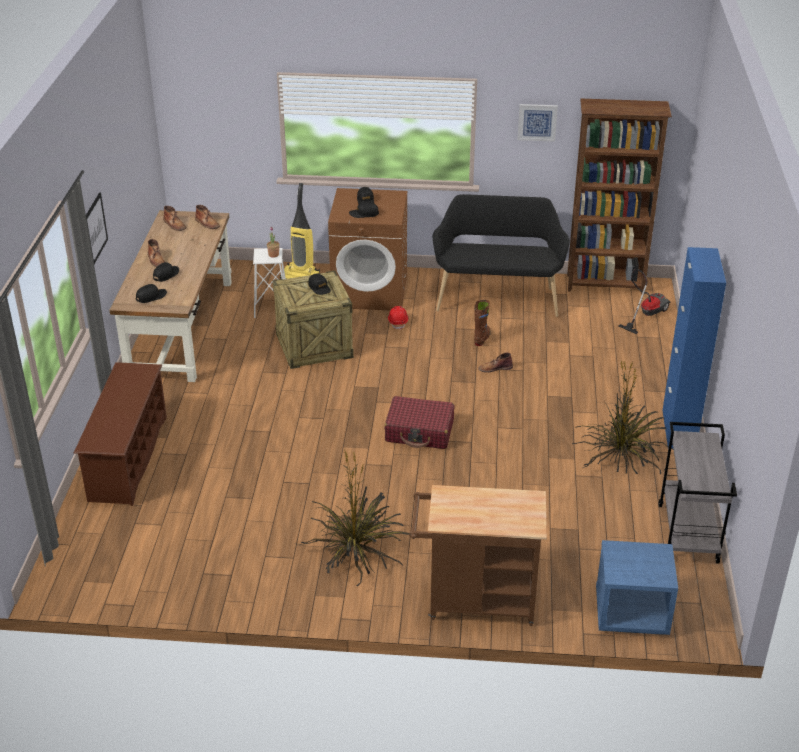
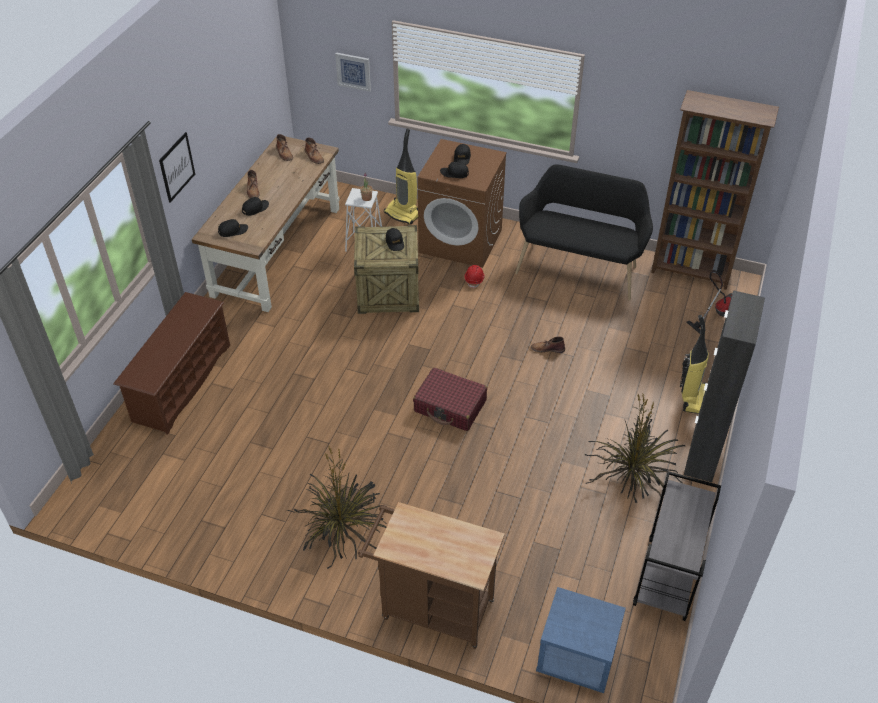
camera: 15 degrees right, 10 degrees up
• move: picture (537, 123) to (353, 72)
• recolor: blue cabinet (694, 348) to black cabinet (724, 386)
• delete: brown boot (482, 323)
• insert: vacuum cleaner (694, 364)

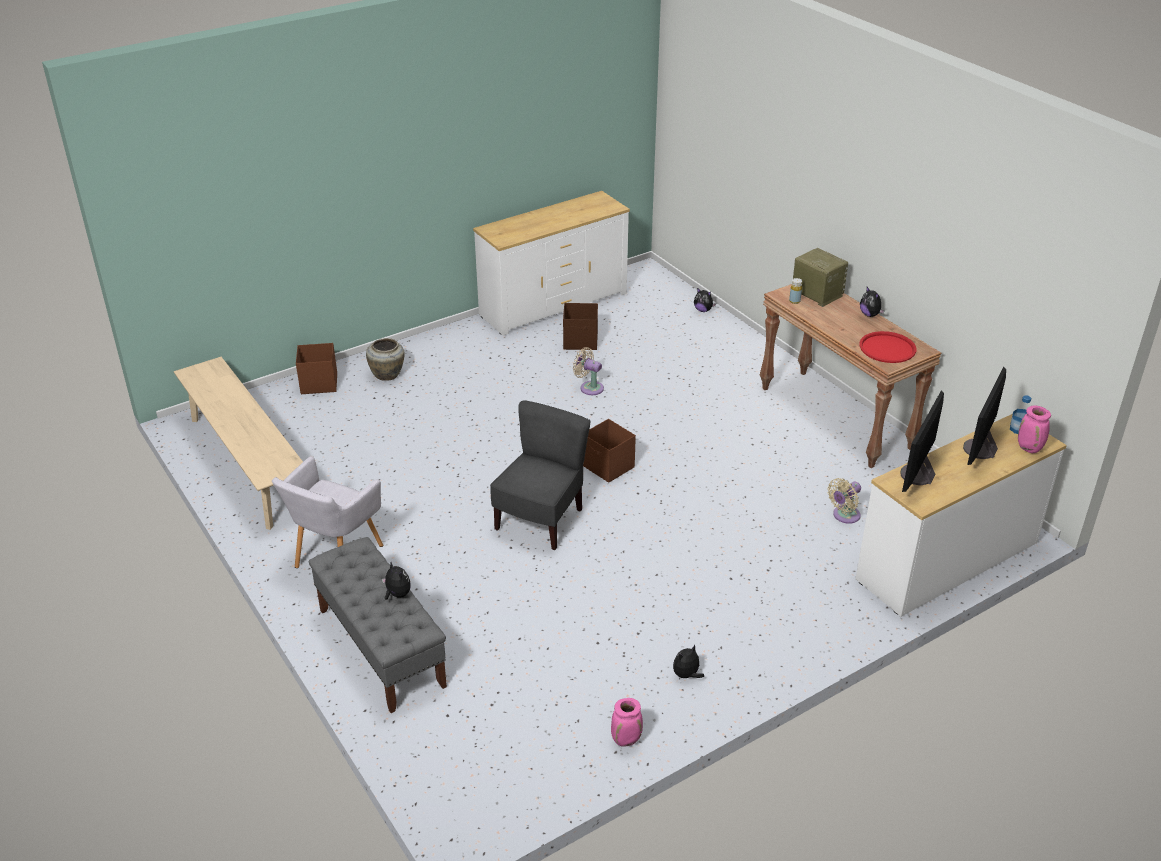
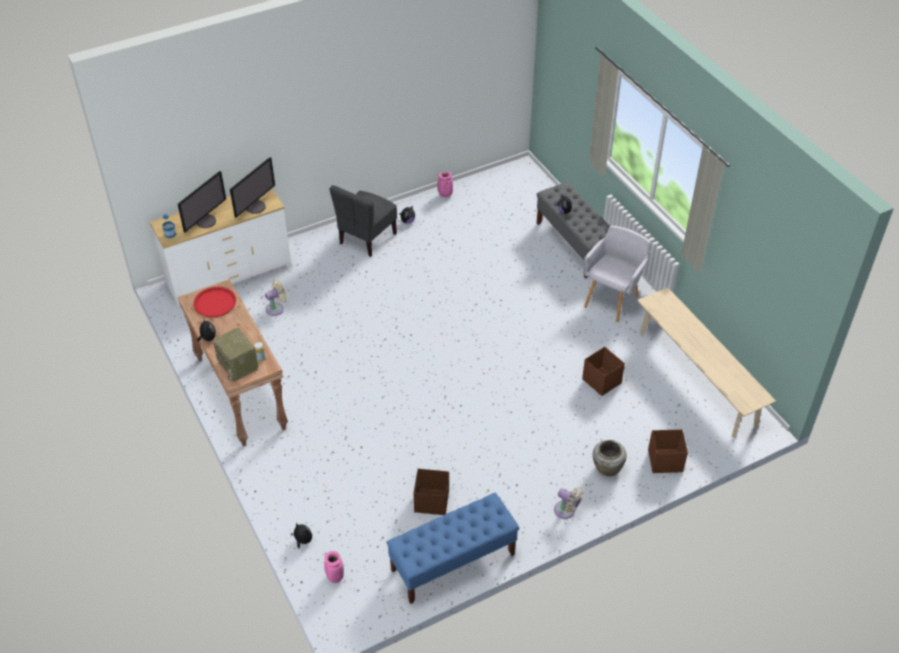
camera: 175 degrees left, 10 degrees up
• replace: white dresser (551, 263) to blue bench (452, 548)
• move: beige fan (588, 371) to (569, 503)
• move: grey chair (540, 475) to (363, 221)
• move: pink vase (1034, 429) to (334, 567)
• move: brown storage box (609, 451) to (603, 371)

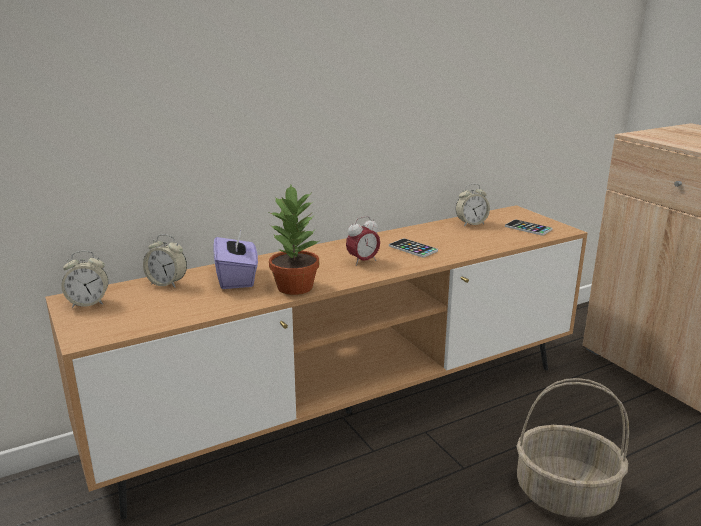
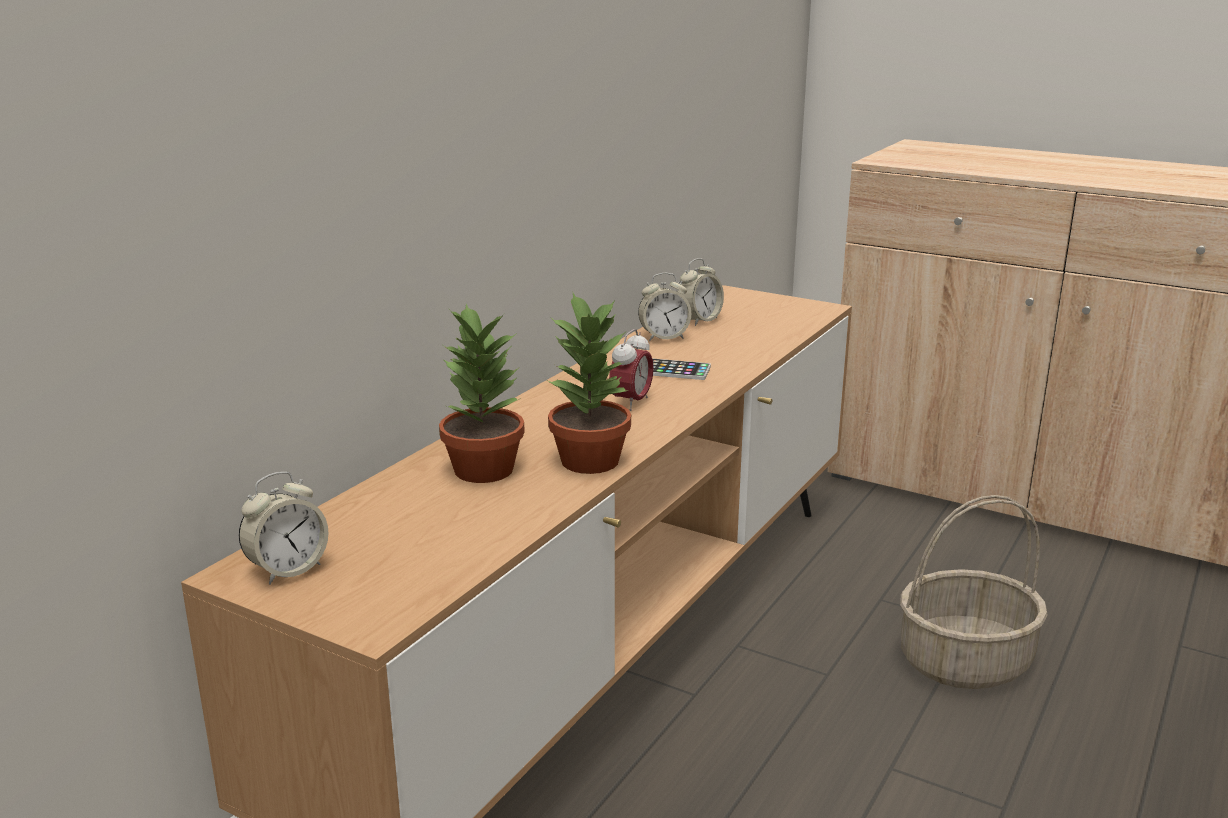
camera: 30 degrees left, 0 degrees up
• delete: phone (528, 227)
• replace: purple tissue box (235, 259) to potted plant (482, 393)
• move: alarm clock (165, 261) to (664, 307)

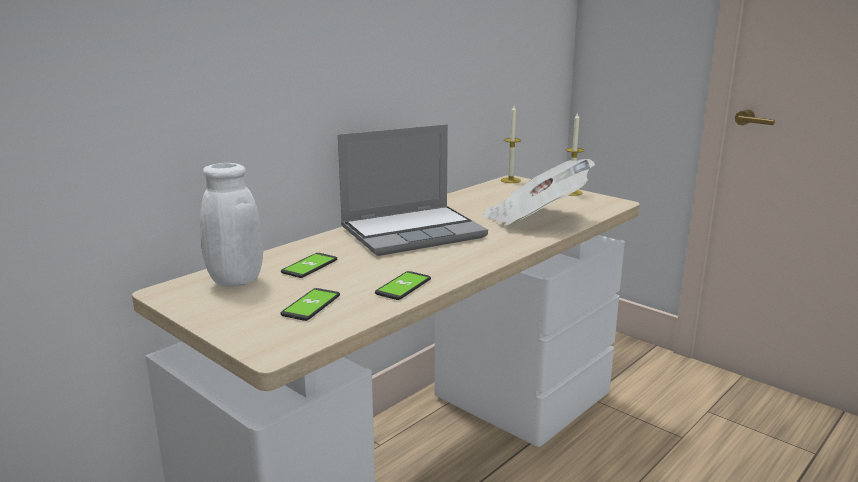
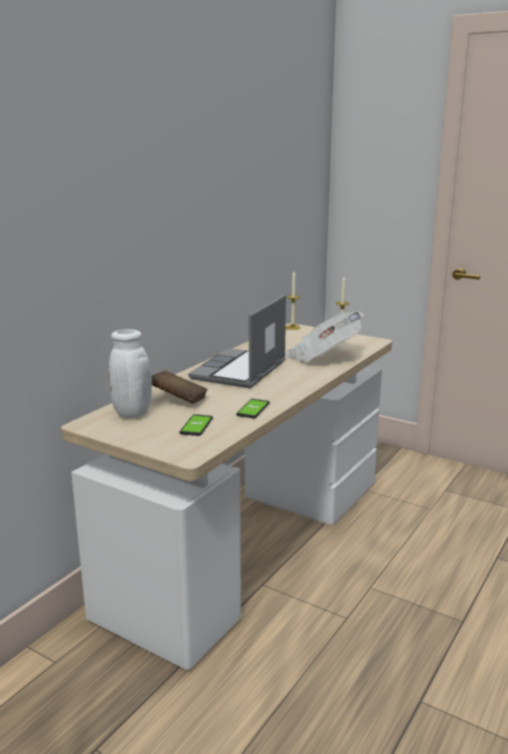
camera: 10 degrees left, 0 degrees up
• rotate: laptop (413, 190) = (237, 341) 150 degrees clockwise
• replace: phone (309, 265) to brown book (180, 387)

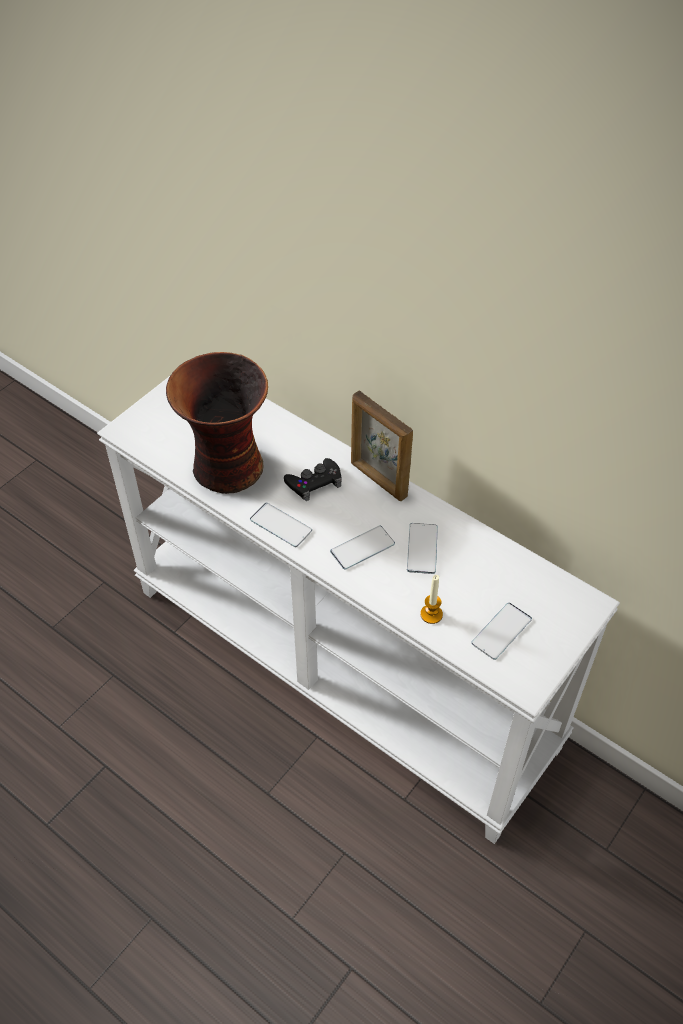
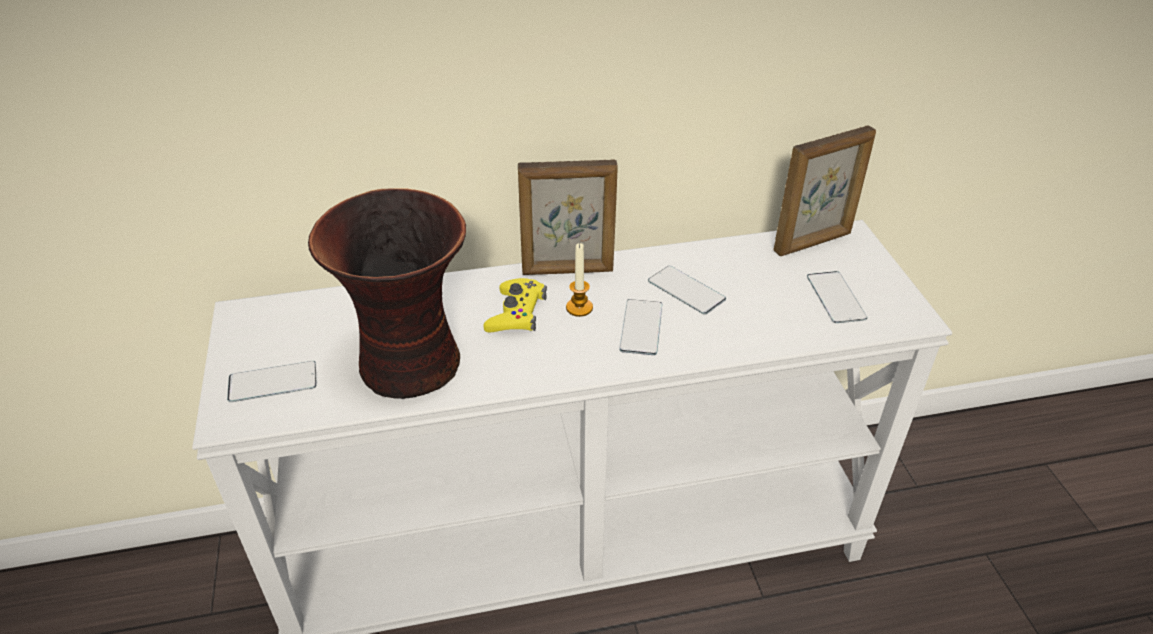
camera: 50 degrees left, 10 degrees down
• recolor: black game controller (312, 479) to yellow game controller (515, 305)
• move: phone (281, 525) to (272, 381)
• move: candle (431, 599) to (579, 280)
• insert: picture frame (825, 191)

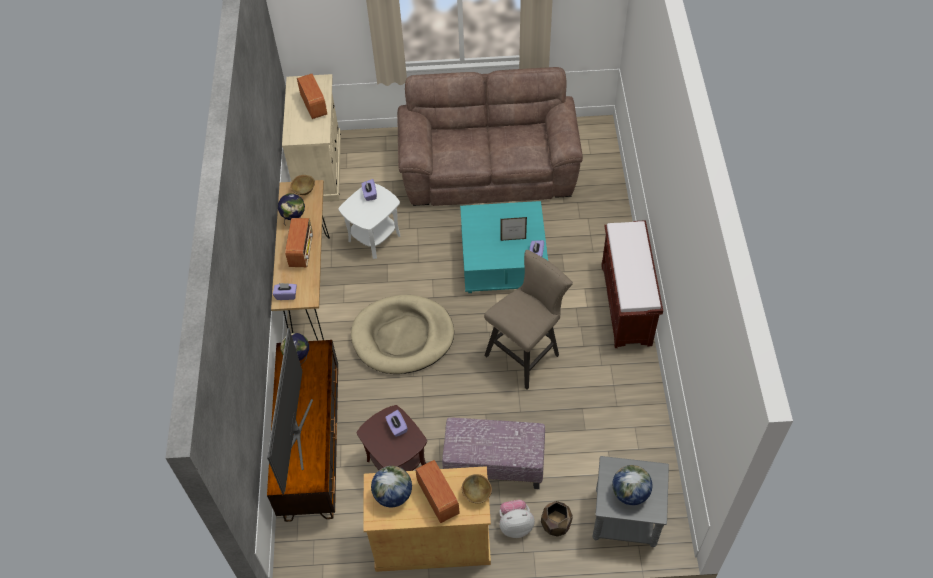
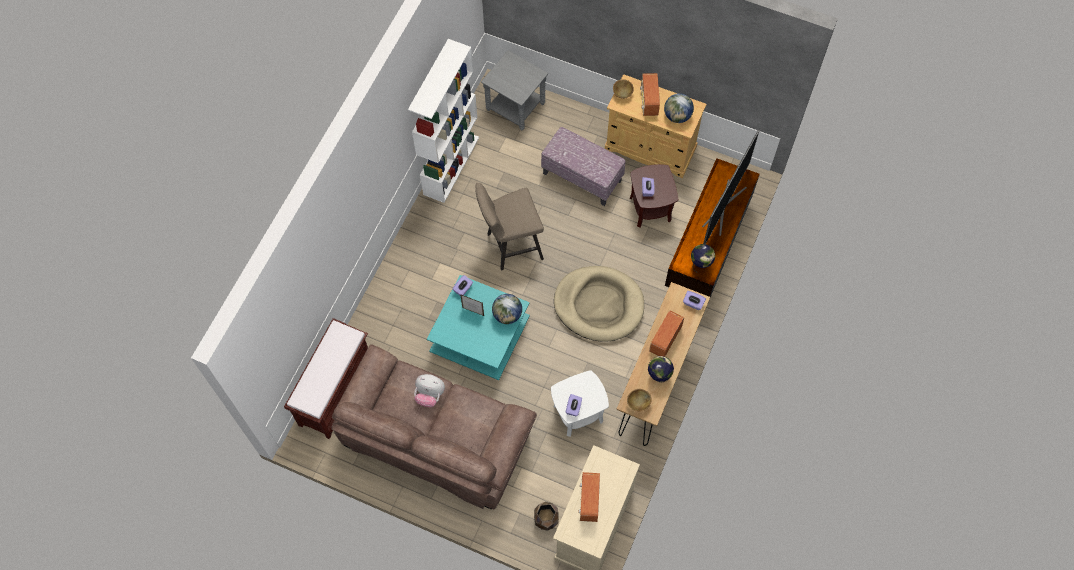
camera: 155 degrees left, 10 degrees up
• move: brown bench (632, 284) to (326, 378)
• move: globe (632, 485) to (507, 309)
• move: plush toy (517, 519) to (429, 390)
• move: brown planter (557, 519) to (546, 516)
• insert: white bookcase (443, 121)

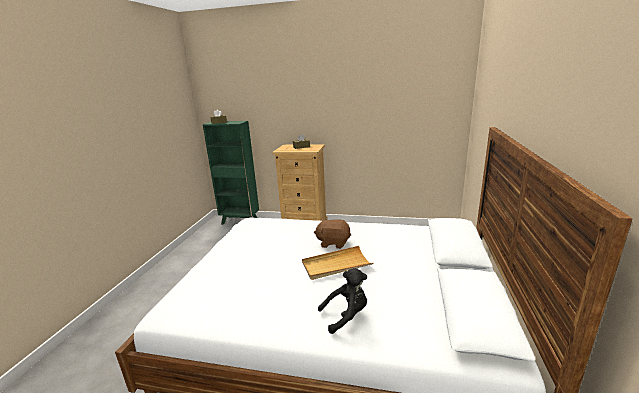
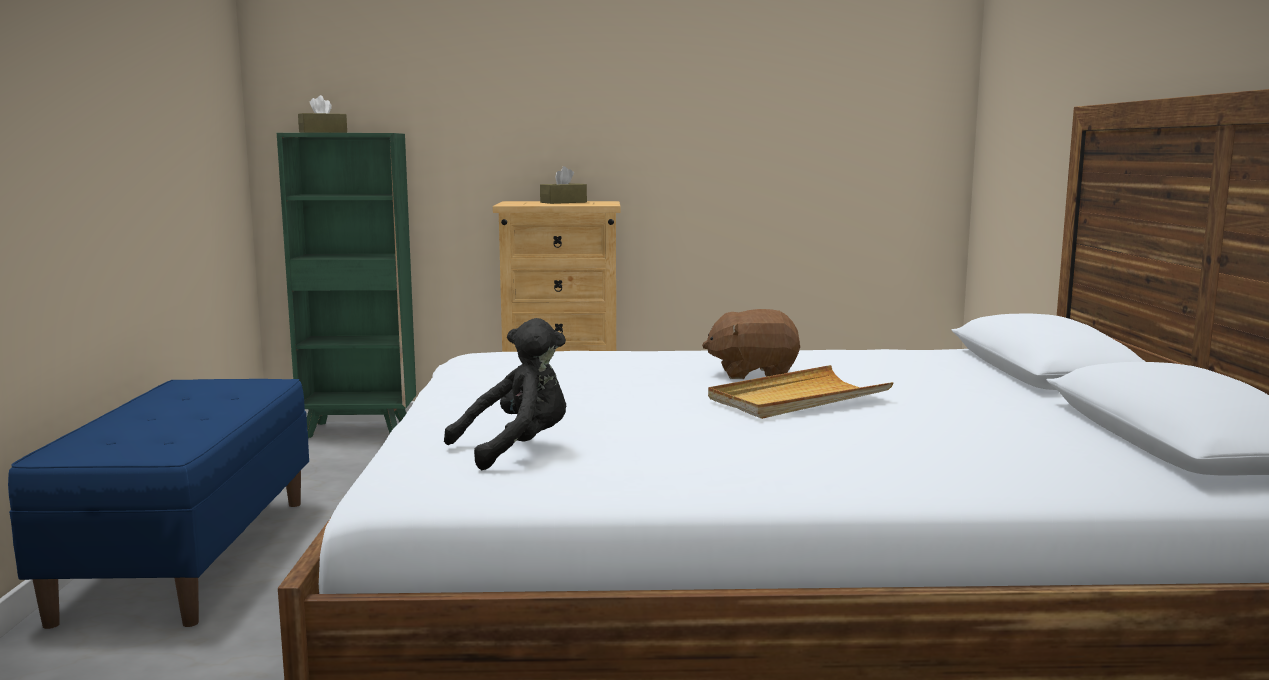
camera: 15 degrees left, 10 degrees down
• move: black plush toy (342, 301) to (505, 394)
• insert: blue bench (158, 504)

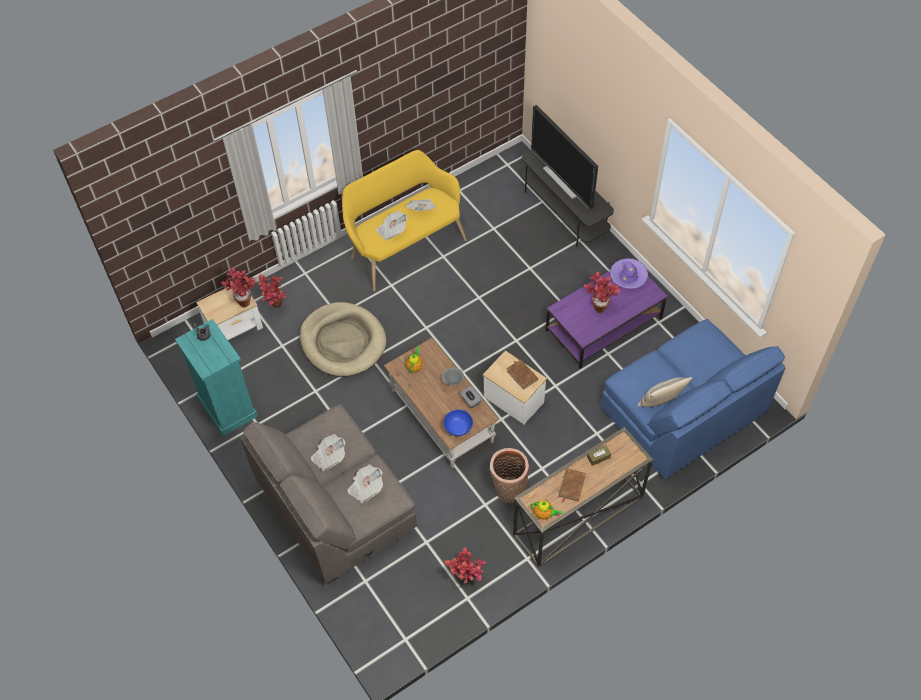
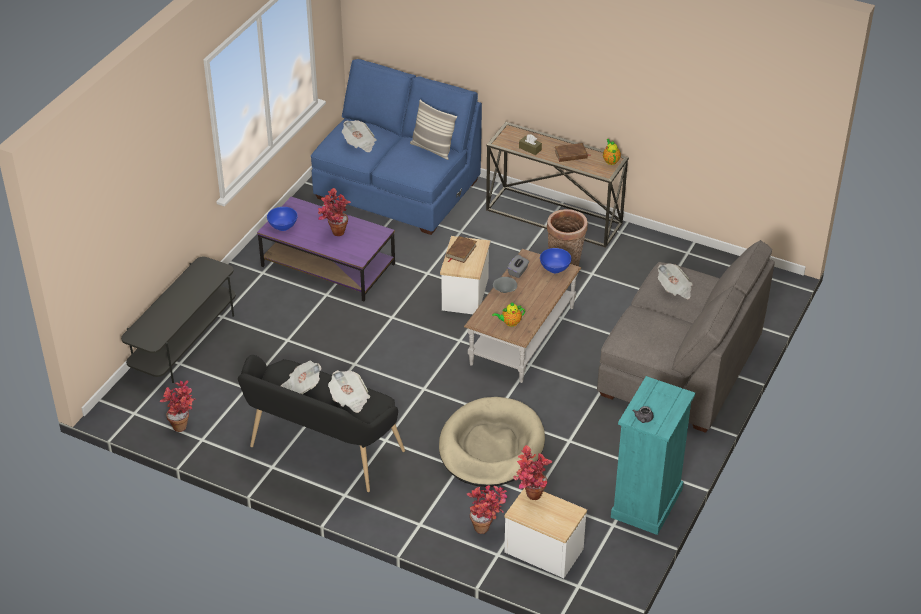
camera: 120 degrees left, 15 degrees down
• delete: television (564, 157)
• recolor: yellow bench (404, 220) to black bench (321, 423)
• replace: purple hat (629, 273) to blue bowl (282, 219)
• move: newspaper (328, 452) to (359, 136)
• move: potted plant (465, 565) to (178, 406)

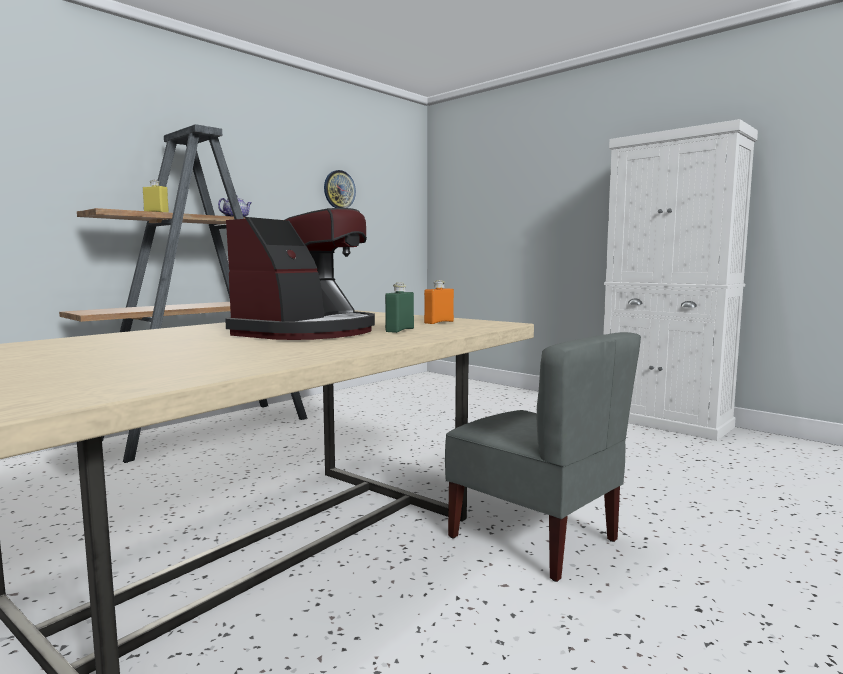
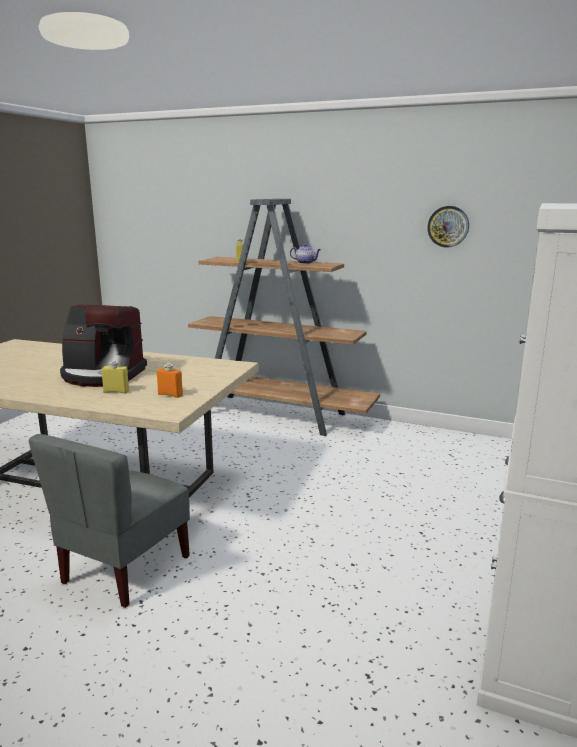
camera: 70 degrees right, 10 degrees up
• recolor: green bottle (399, 307) to yellow bottle (115, 377)

